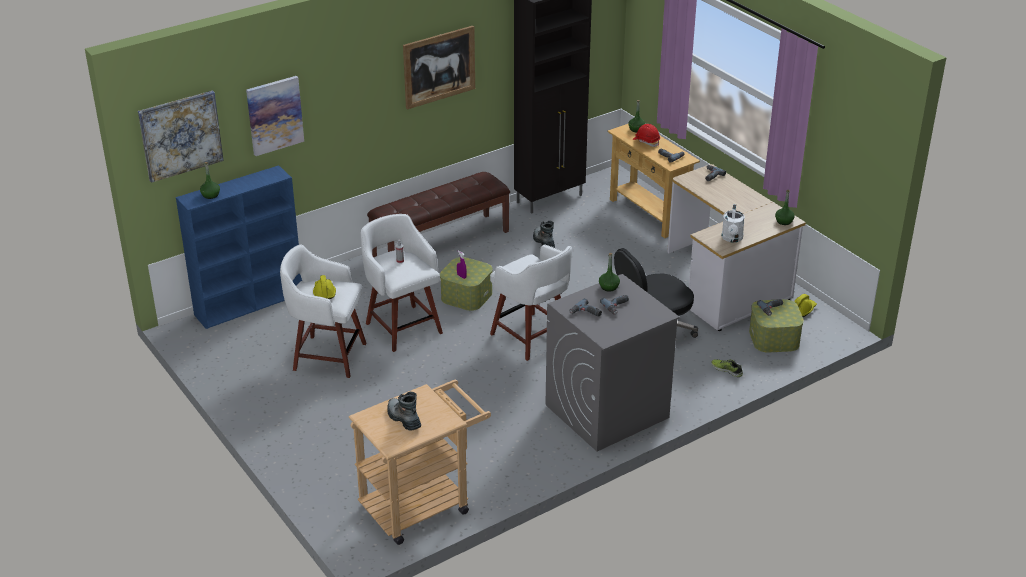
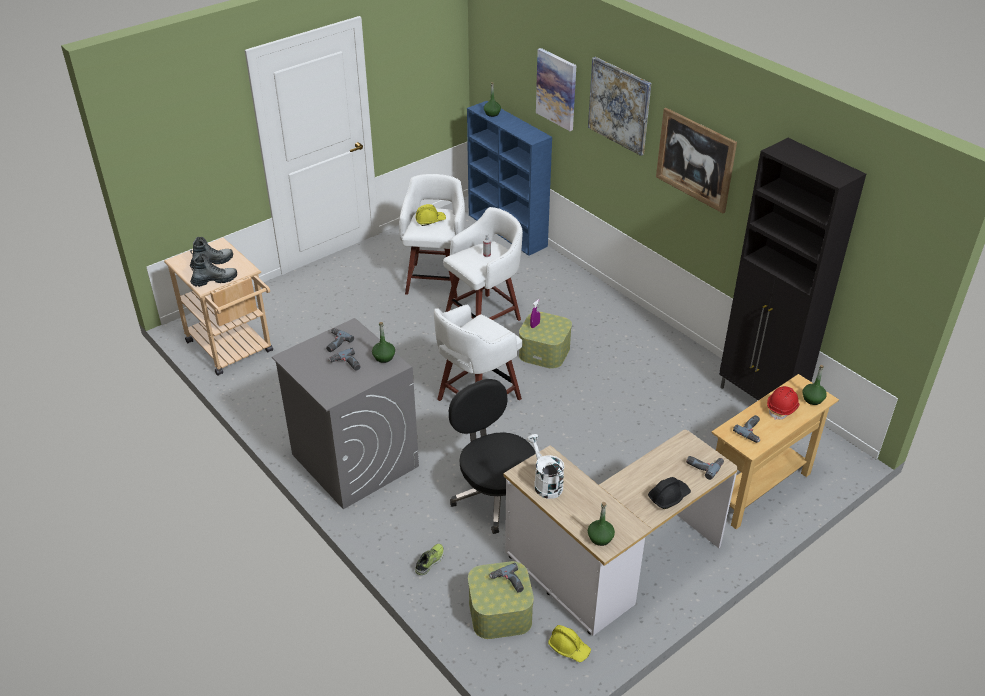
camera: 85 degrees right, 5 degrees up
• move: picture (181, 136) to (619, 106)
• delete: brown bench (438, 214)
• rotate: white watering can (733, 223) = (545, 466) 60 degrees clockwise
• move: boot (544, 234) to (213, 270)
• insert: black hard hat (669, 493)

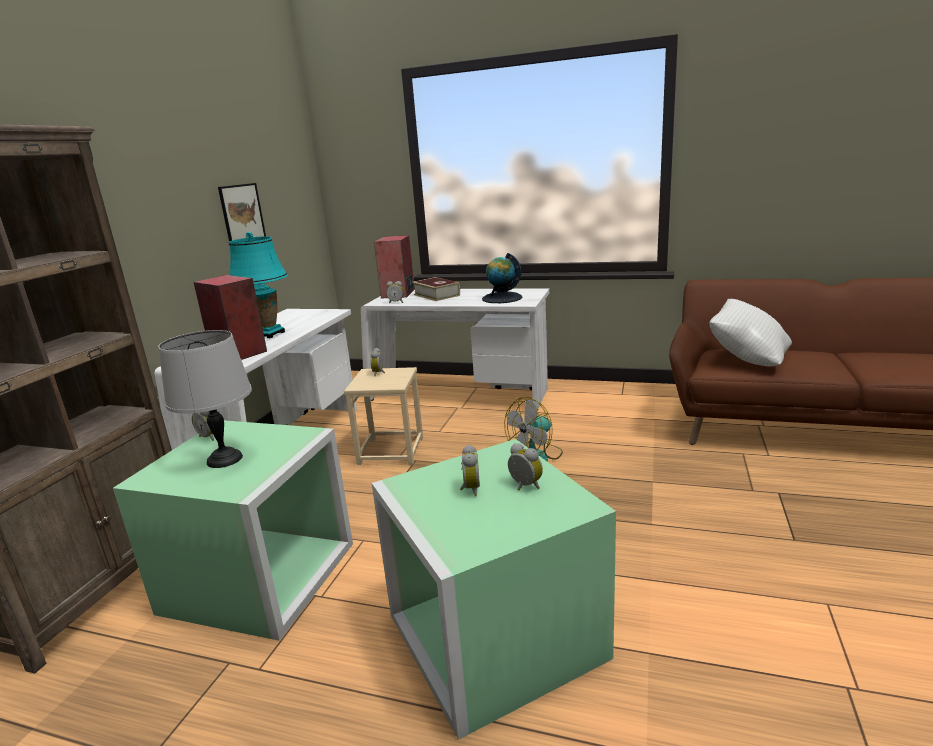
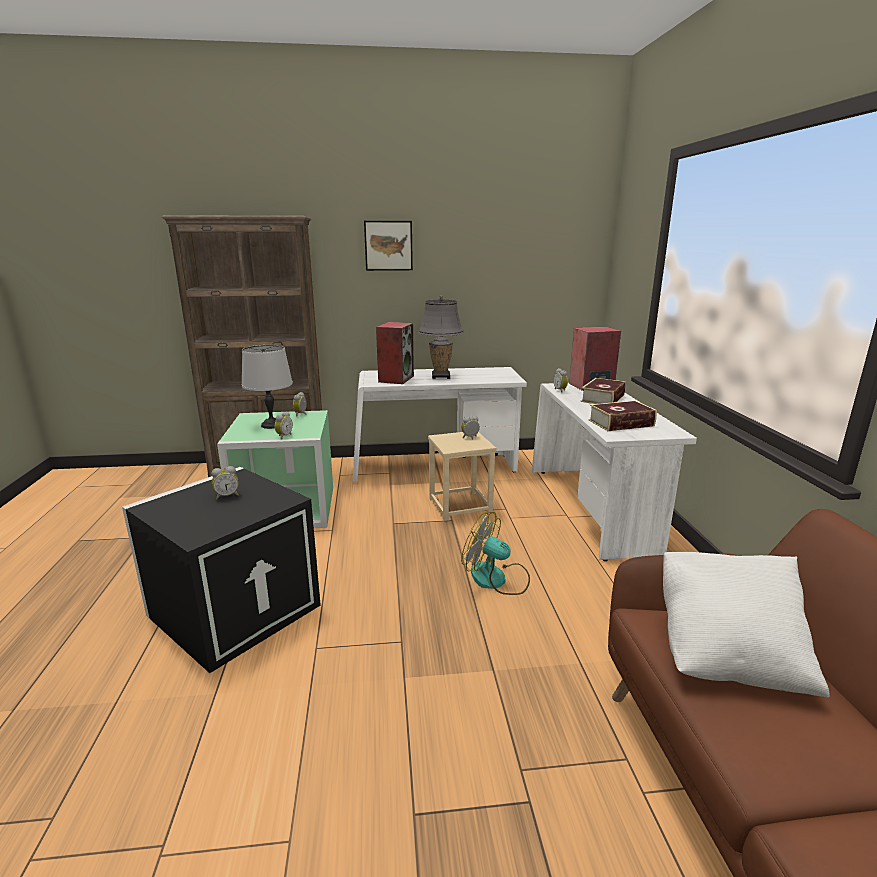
camera: 65 degrees right, 0 degrees up
• move: picture (242, 212) to (388, 246)
• recolor: turquoise table lamp (258, 285) to grey table lamp (441, 337)
• replace: globe (502, 278) to book (623, 415)
• recolor: green storage box (494, 589) to black storage box (221, 570)
• move: alarm clock (525, 466) to (284, 425)

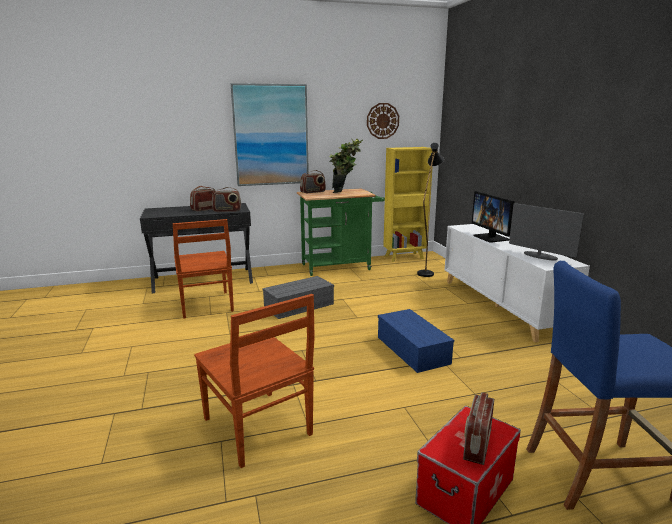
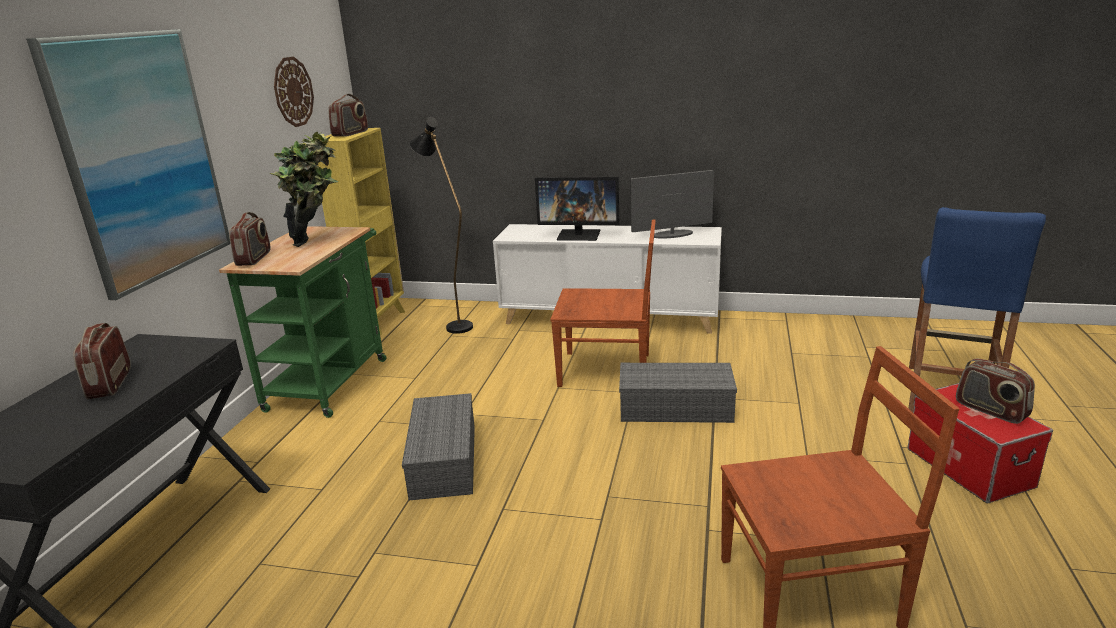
camera: 60 degrees left, 5 degrees up
• move: radio (226, 199) to (348, 115)
• move: brown chair (203, 269) to (603, 303)
• recolor: blue storage box (416, 341) to grey storage box (678, 393)

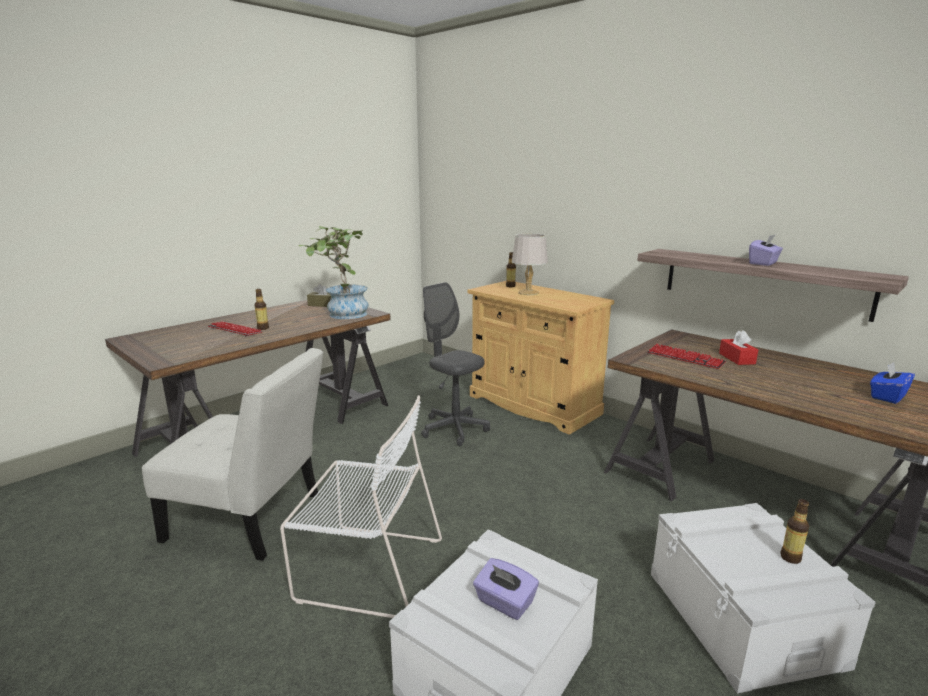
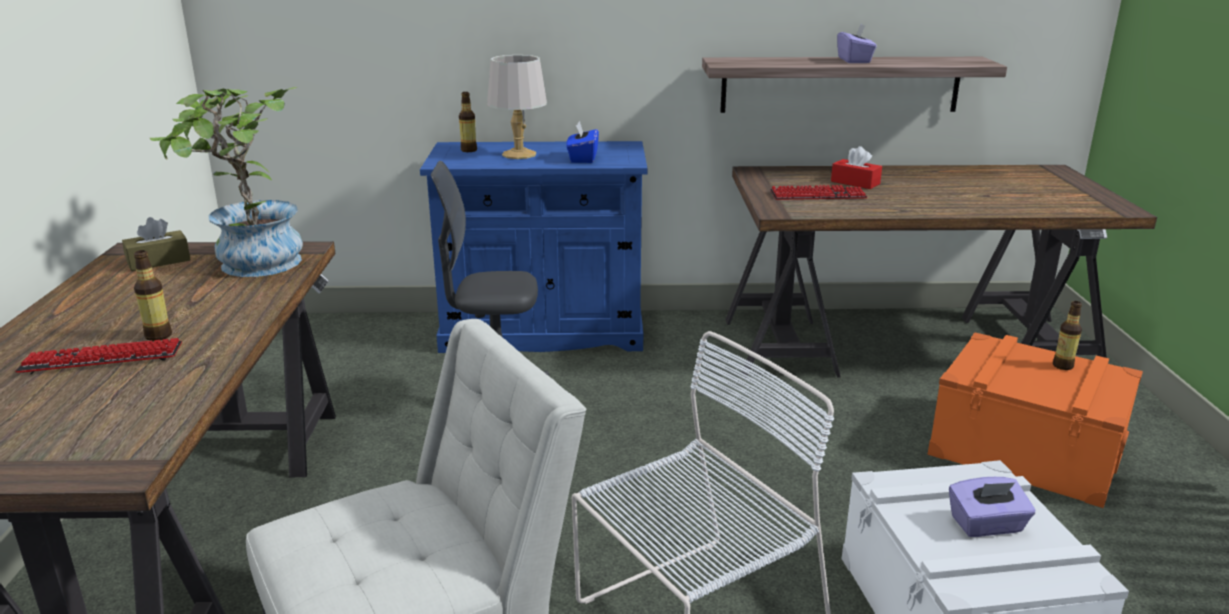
camera: 45 degrees left, 5 degrees up
• recolor: beige cabinet (541, 358) to blue cabinet (534, 247)
• move: blue tissue box (892, 383) to (582, 142)
• recolor: white storage box (763, 598) to orange storage box (1035, 420)

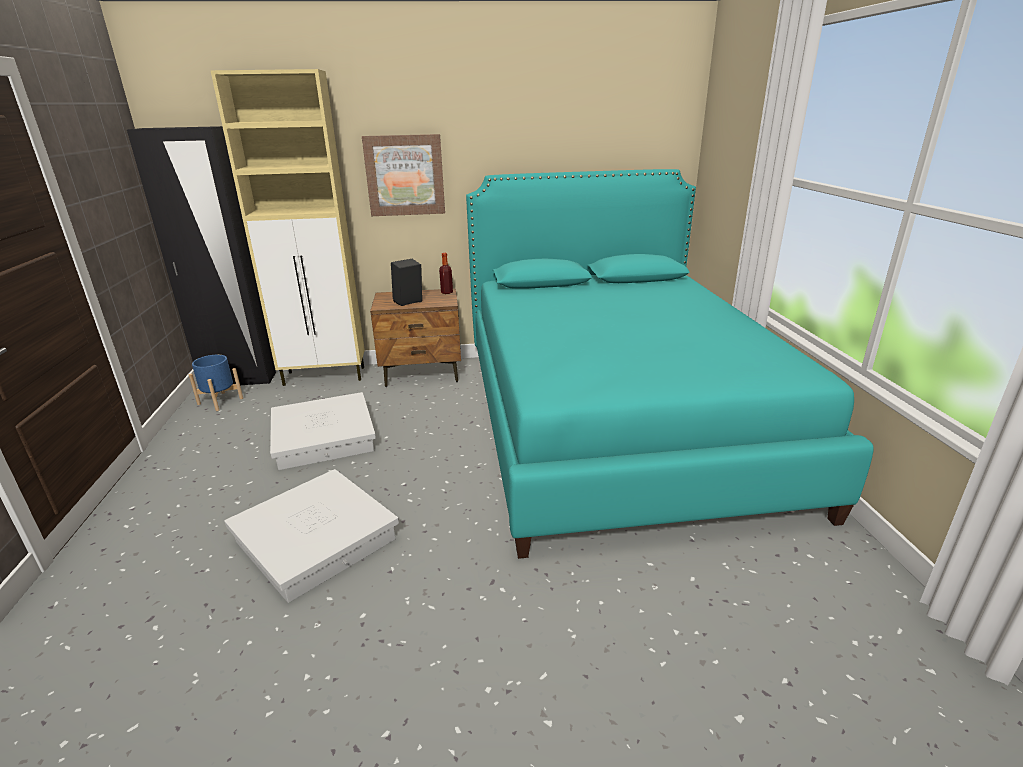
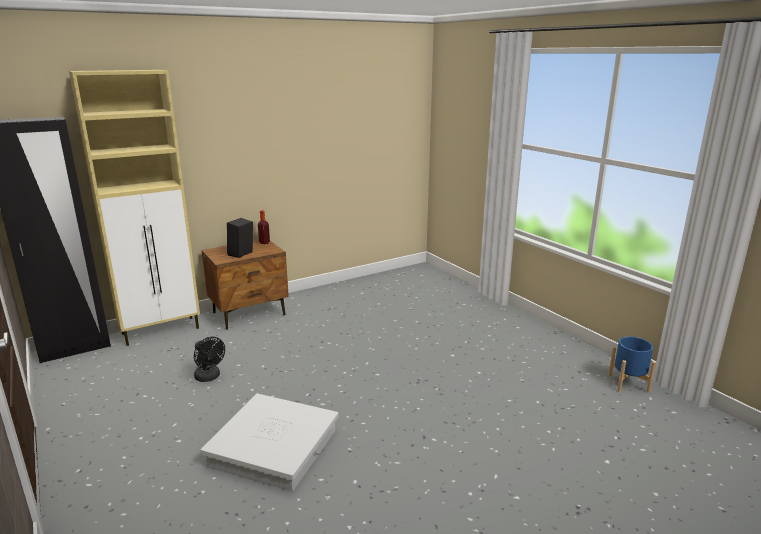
camera: 25 degrees left, 5 degrees down
• delete: picture (403, 175)
• delete: turquoise bed (670, 364)
• move: blue planter (216, 383) to (632, 364)
• replace: white storage box (323, 431) to black fan (209, 359)

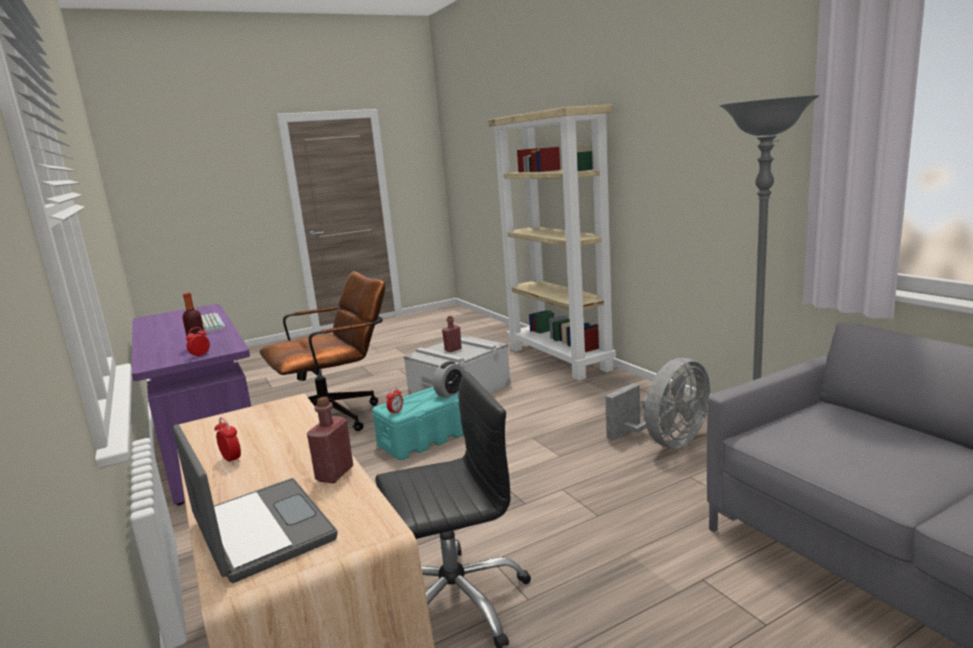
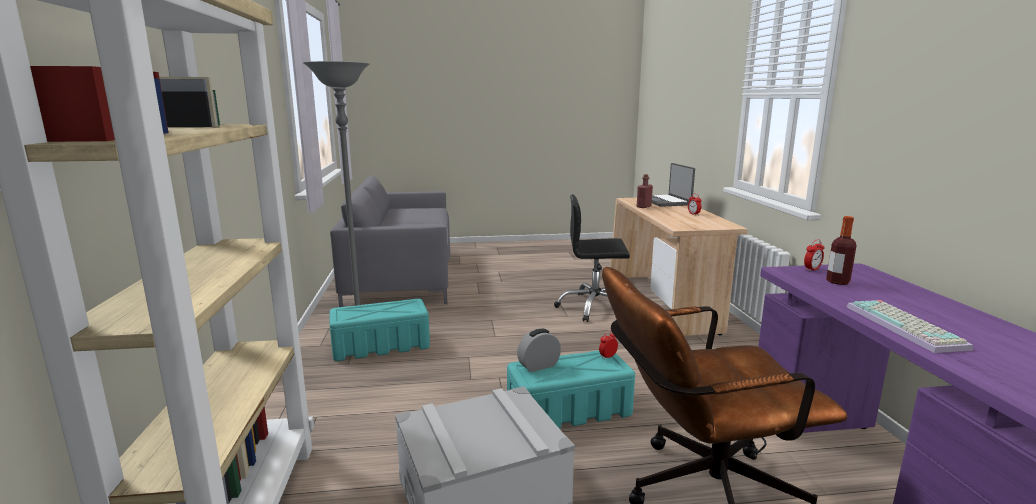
camera: 160 degrees left, 0 degrees up
• delete: red bottle (452, 334)
• replace: grey fan (657, 403) to turquoise storage box (379, 330)

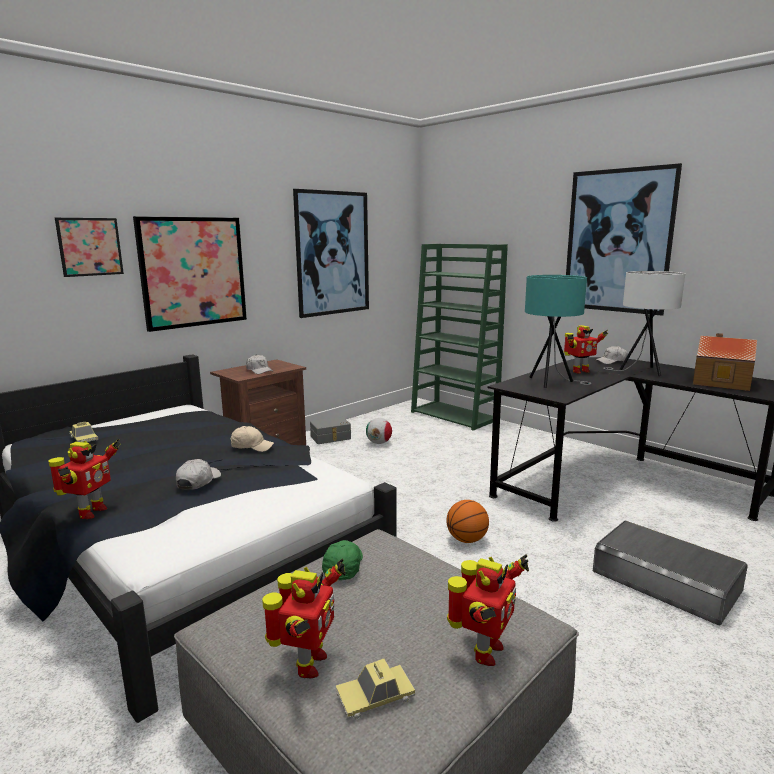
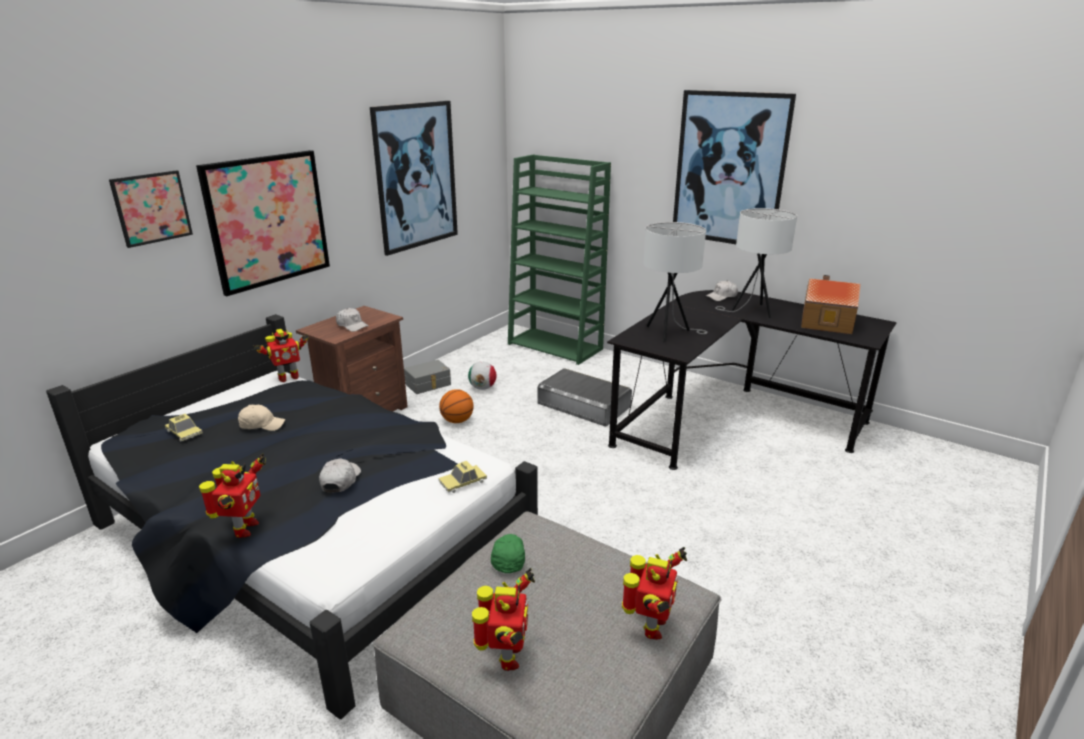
camera: 10 degrees left, 10 degrees up
• recolor: turquoise table lamp (558, 331) to white table lamp (675, 281)
• move: toy robot (586, 349) to (281, 355)
• move: beige cap (252, 439) to (261, 418)
• move: basketball (467, 521) to (456, 406)
• move: grey storage box (670, 573) to (584, 397)
• move: toy car (375, 689) to (463, 477)

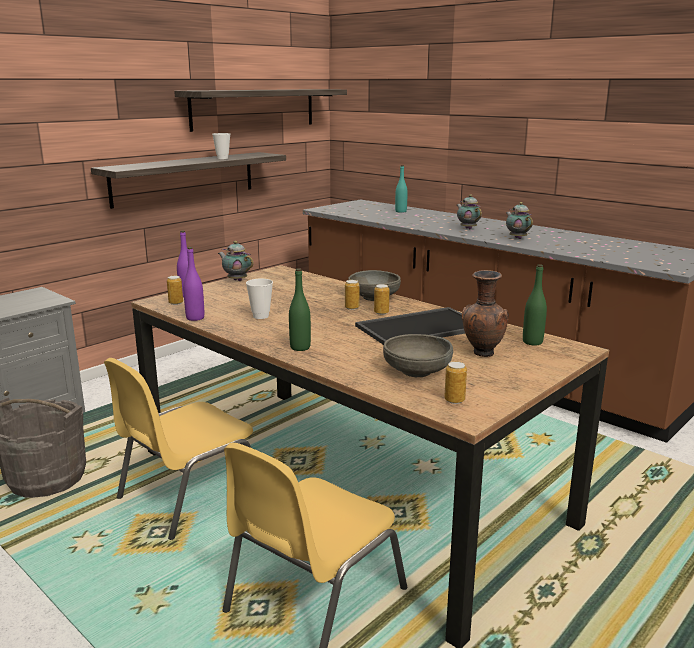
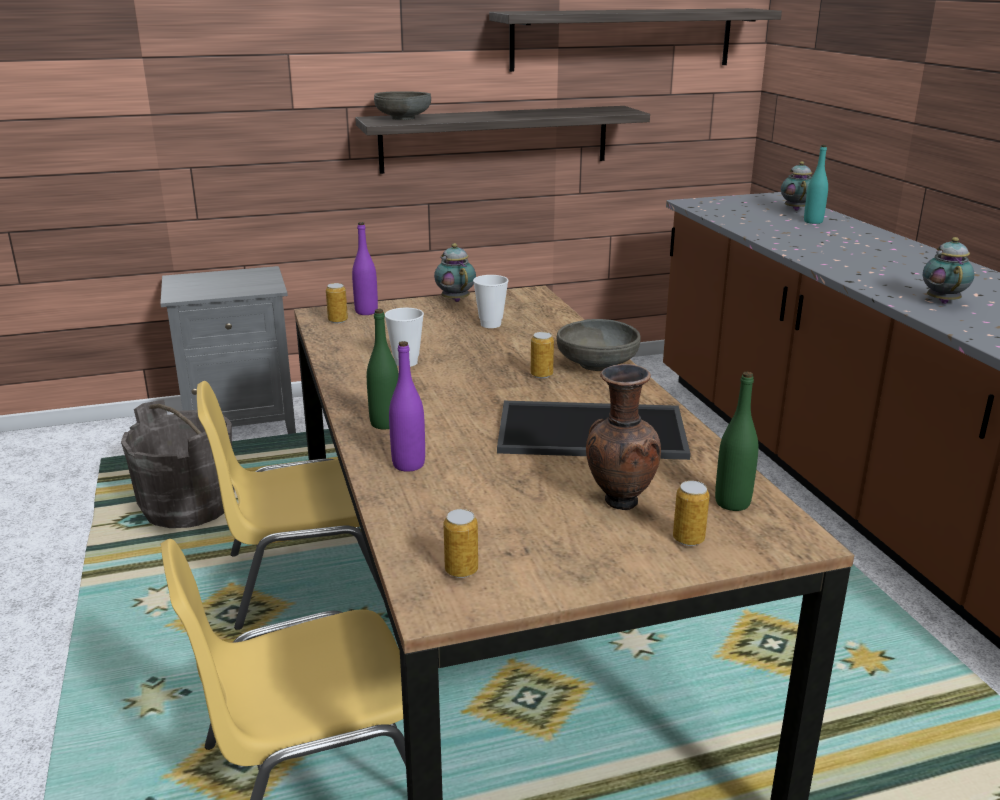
camera: 30 degrees right, 5 degrees up
• move: cup (221, 146) to (490, 301)
• move: teapot (469, 211) to (796, 186)
• move: purple bottle (193, 284) to (407, 406)
• move: can (381, 299) to (691, 513)
• move: grey bowl (418, 355) to (402, 105)

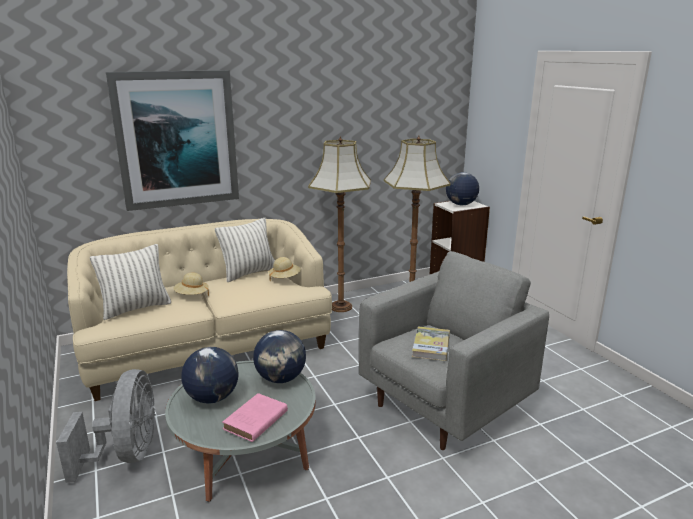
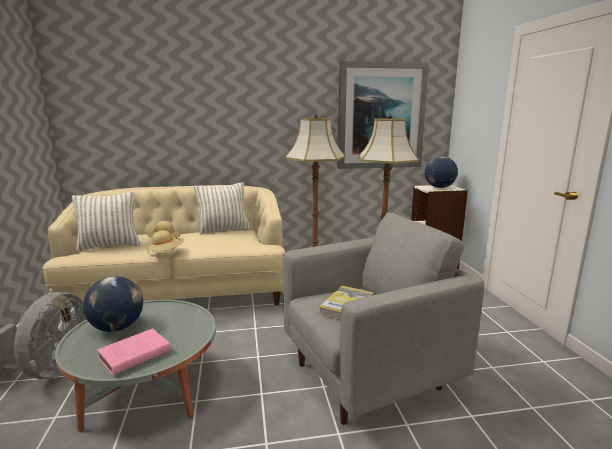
camera: 15 degrees right, 5 degrees down
• move: picture (172, 140) to (383, 115)
• move: beige hat (284, 269) to (164, 240)
• delete: globe (279, 356)

